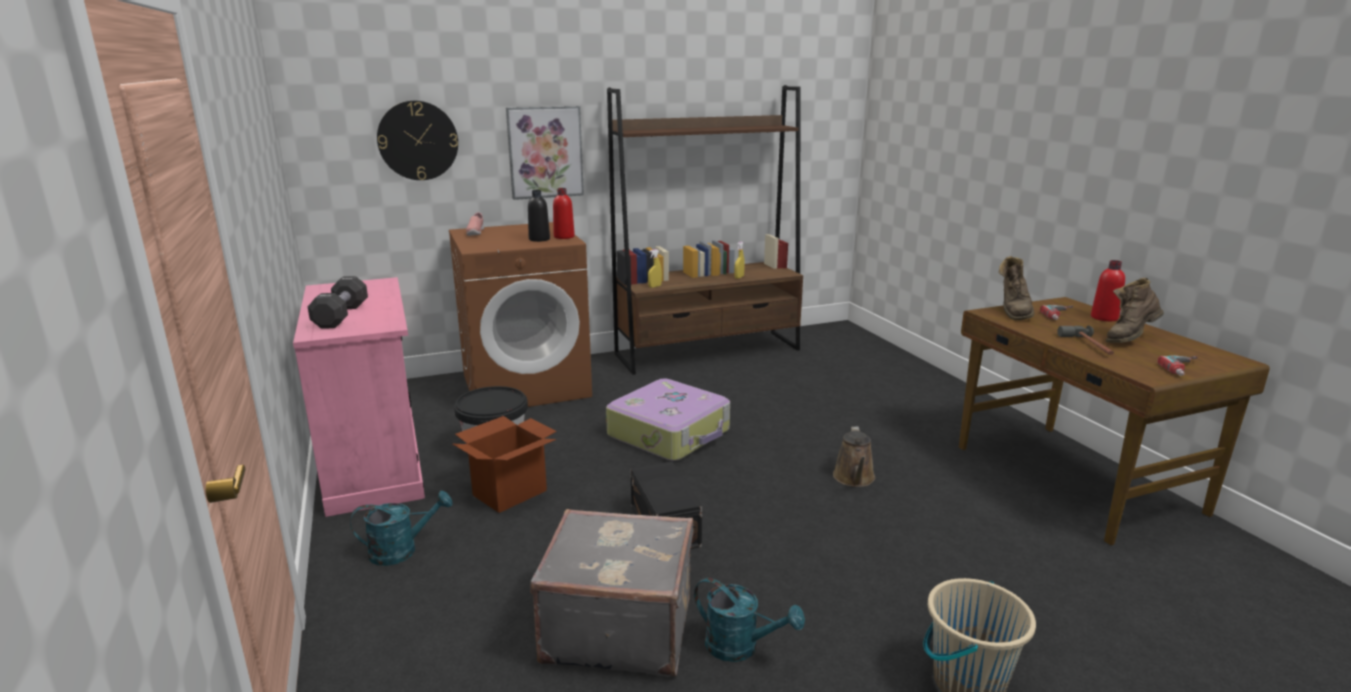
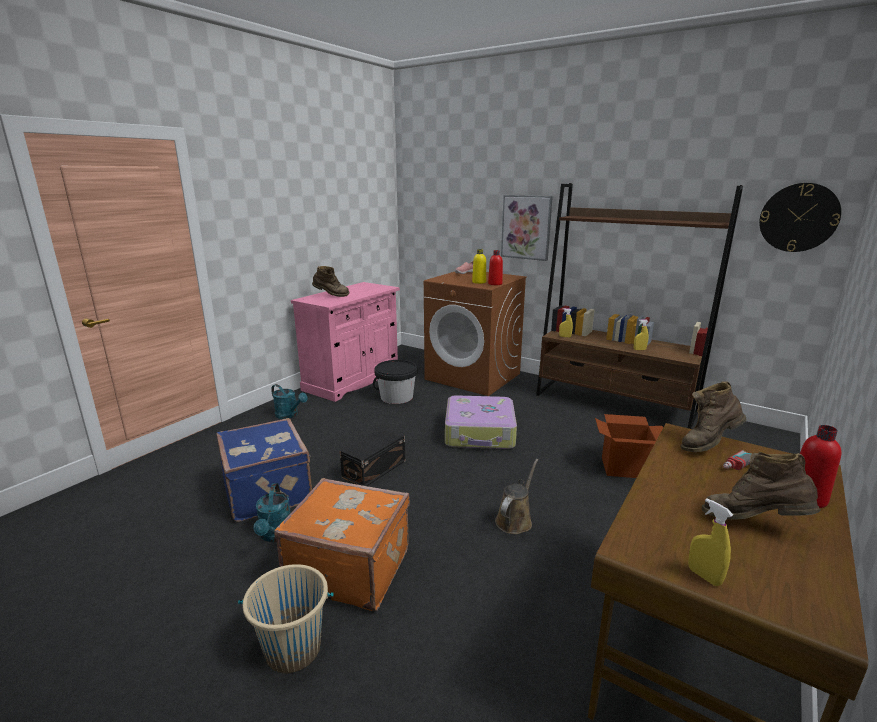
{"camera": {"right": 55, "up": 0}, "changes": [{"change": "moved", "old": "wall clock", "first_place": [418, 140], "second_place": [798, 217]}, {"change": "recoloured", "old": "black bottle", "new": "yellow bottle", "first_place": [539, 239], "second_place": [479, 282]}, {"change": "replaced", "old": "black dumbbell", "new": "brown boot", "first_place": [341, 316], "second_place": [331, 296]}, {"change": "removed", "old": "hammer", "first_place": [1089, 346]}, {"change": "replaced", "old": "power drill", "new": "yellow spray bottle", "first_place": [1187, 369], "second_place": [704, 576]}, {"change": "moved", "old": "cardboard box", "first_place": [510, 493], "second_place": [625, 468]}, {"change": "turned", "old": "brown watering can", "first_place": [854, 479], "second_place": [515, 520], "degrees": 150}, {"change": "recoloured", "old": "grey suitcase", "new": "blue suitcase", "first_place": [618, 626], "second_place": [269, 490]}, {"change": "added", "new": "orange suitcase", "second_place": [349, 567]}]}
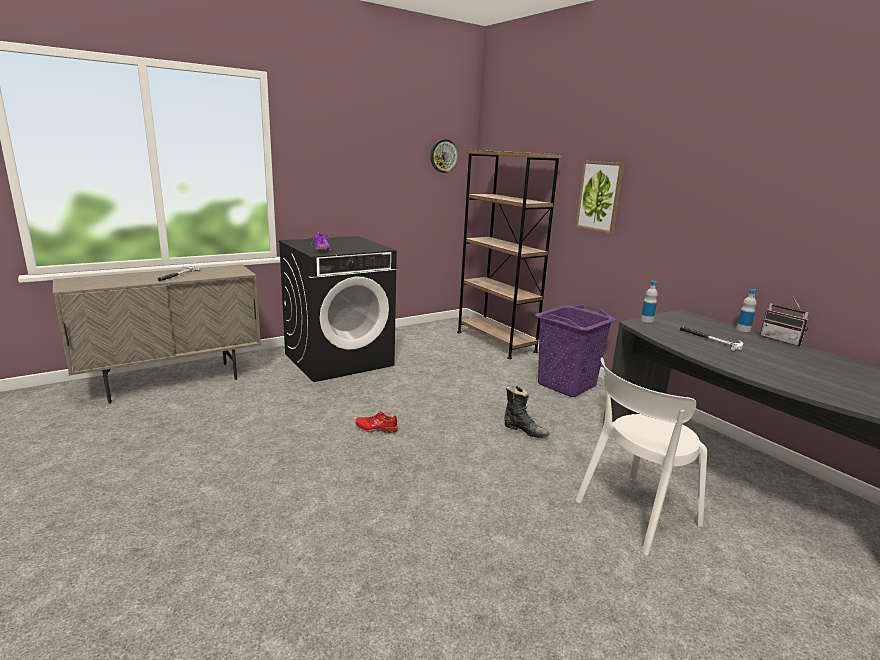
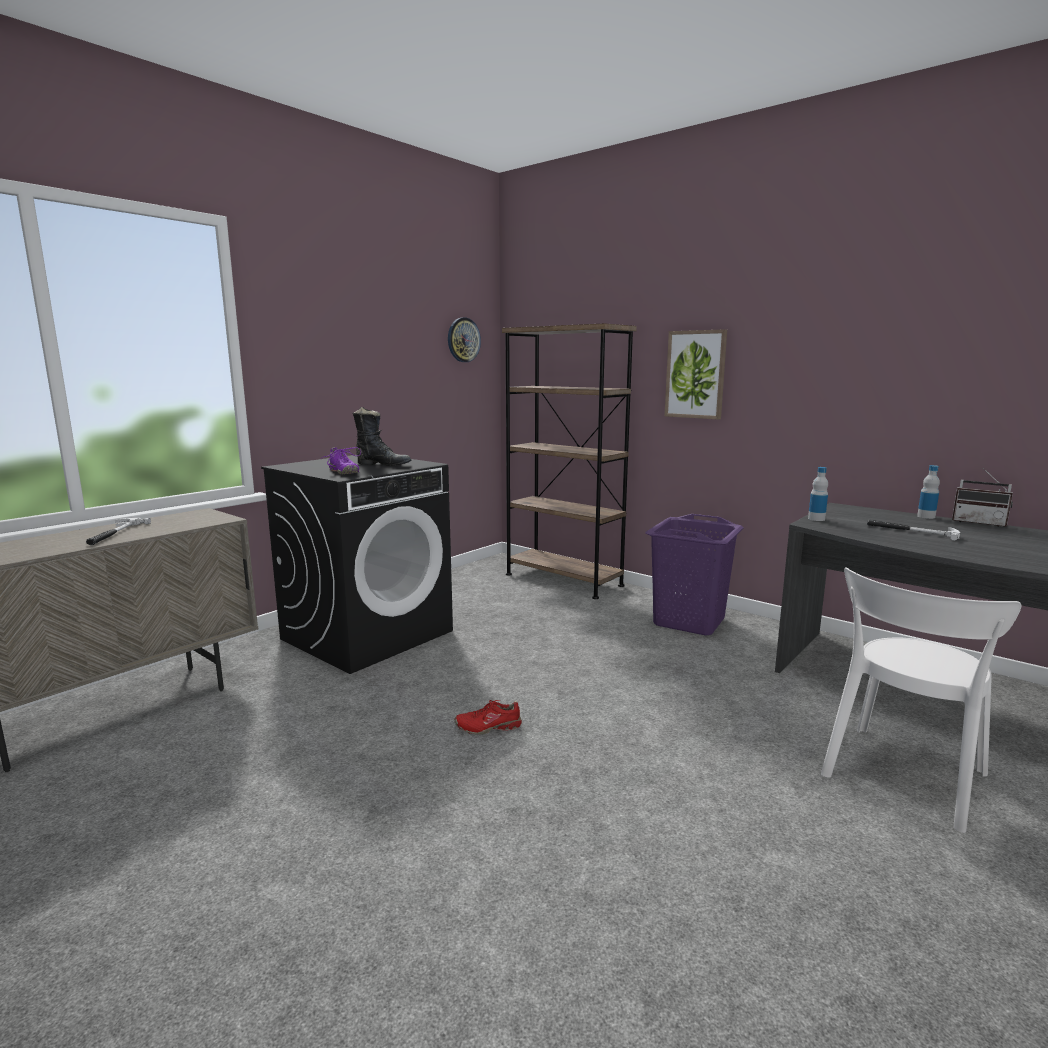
{"camera": {"right": -15, "up": -5}, "changes": [{"change": "moved", "old": "black boot", "first_place": [525, 431], "second_place": [383, 464]}]}
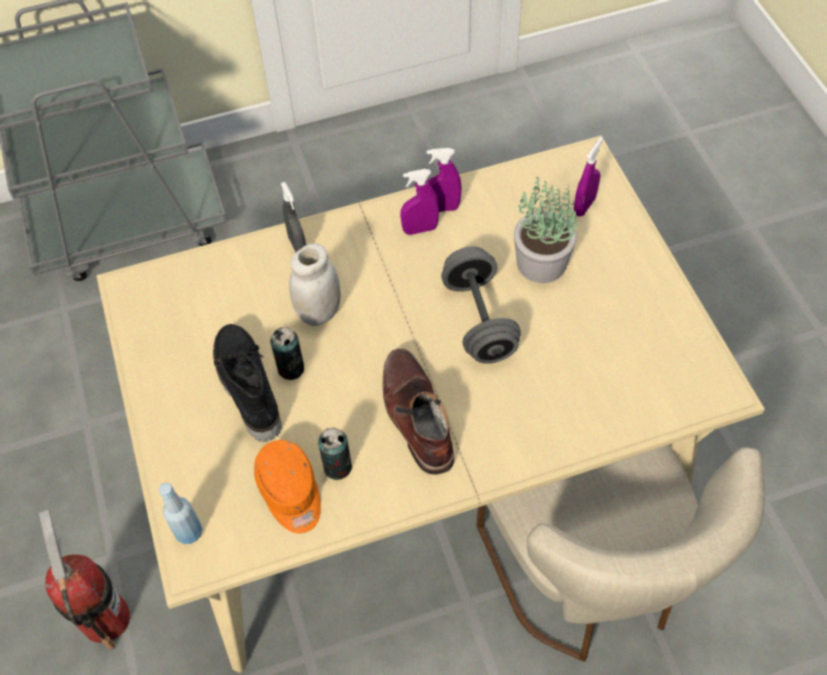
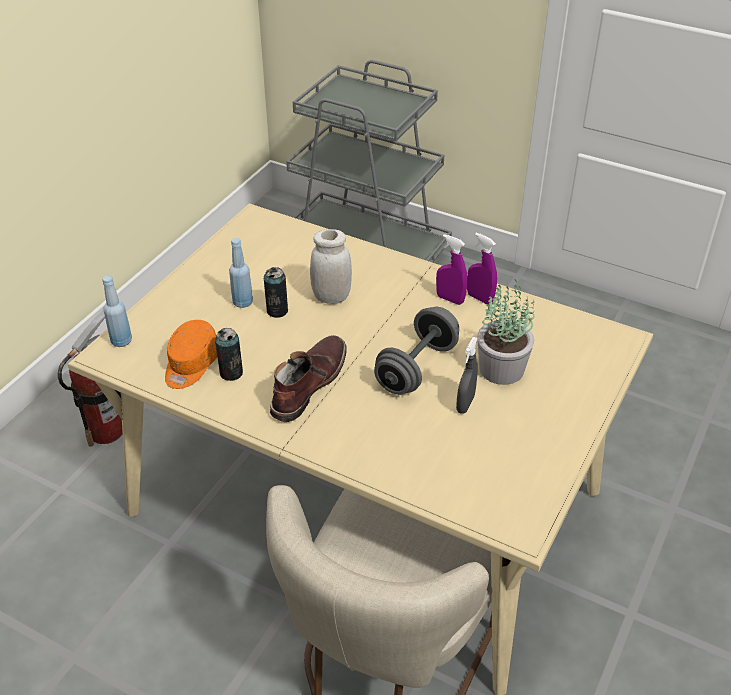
{"camera": {"right": 45, "up": -15}, "changes": [{"change": "removed", "old": "purple spray bottle", "first_place": [584, 206]}, {"change": "moved", "old": "grey spray bottle", "first_place": [297, 245], "second_place": [465, 404]}, {"change": "replaced", "old": "black boot", "new": "blue bottle", "first_place": [247, 388], "second_place": [242, 302]}]}
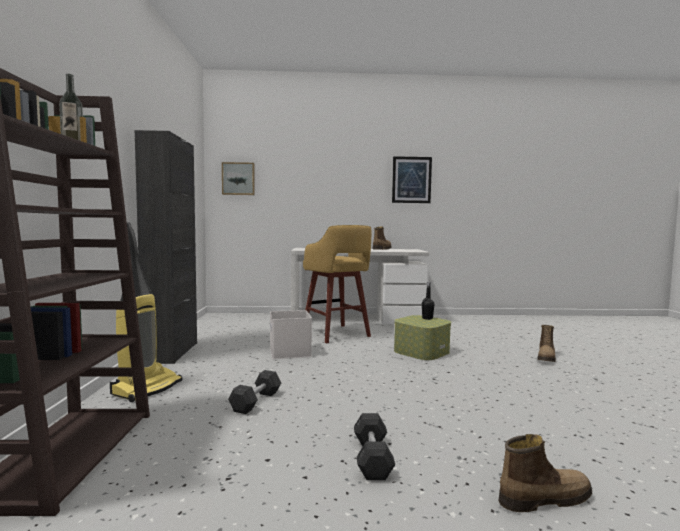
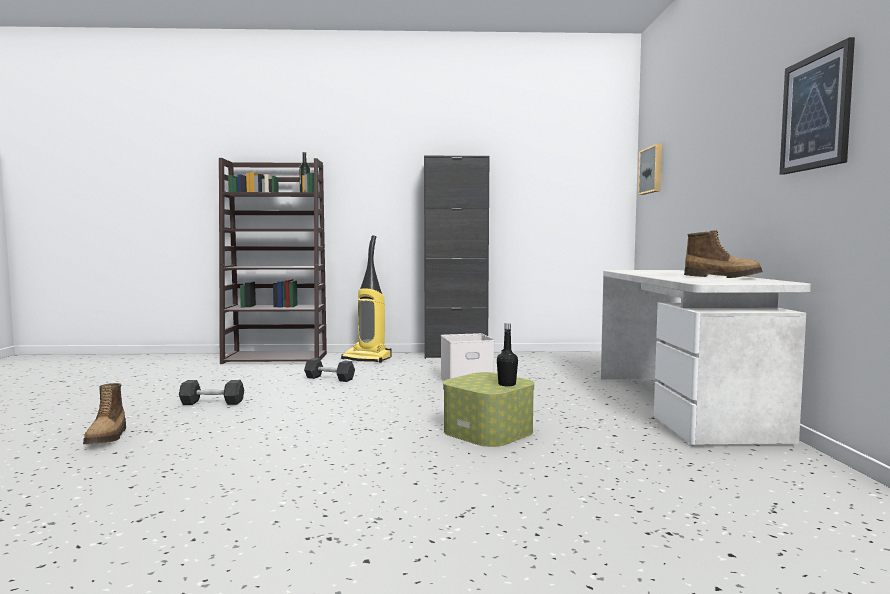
{"camera": {"right": 90, "up": 0}, "changes": [{"change": "removed", "old": "yellow stool", "first_place": [336, 334]}, {"change": "removed", "old": "boot", "first_place": [546, 358]}]}
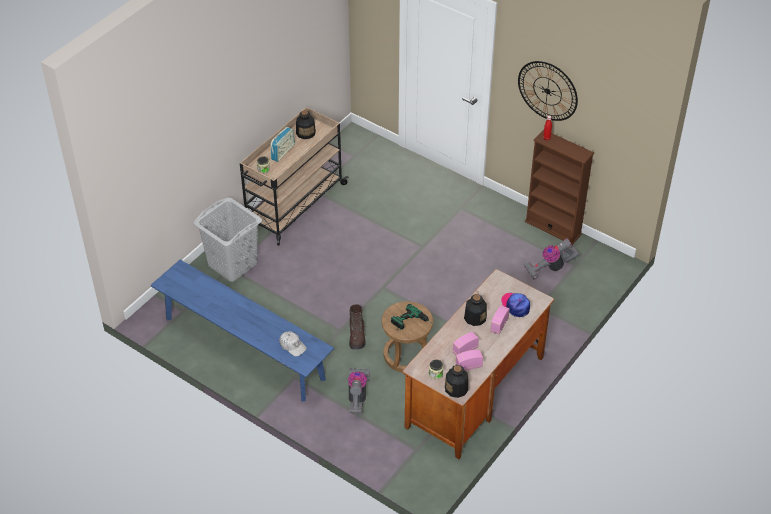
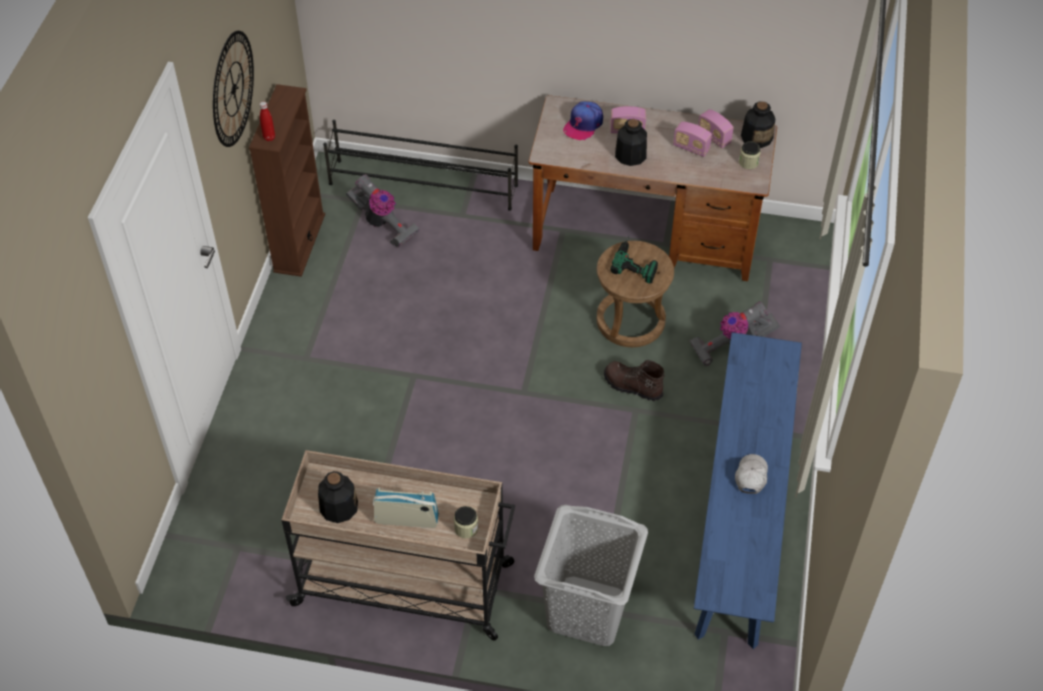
{"camera": {"right": -115, "up": 5}, "changes": [{"change": "turned", "old": "brown boot", "first_place": [357, 336], "second_place": [632, 387], "degrees": -120}, {"change": "moved", "old": "white cap", "first_place": [292, 346], "second_place": [751, 476]}, {"change": "added", "new": "black shoe rack", "second_place": [424, 185]}]}
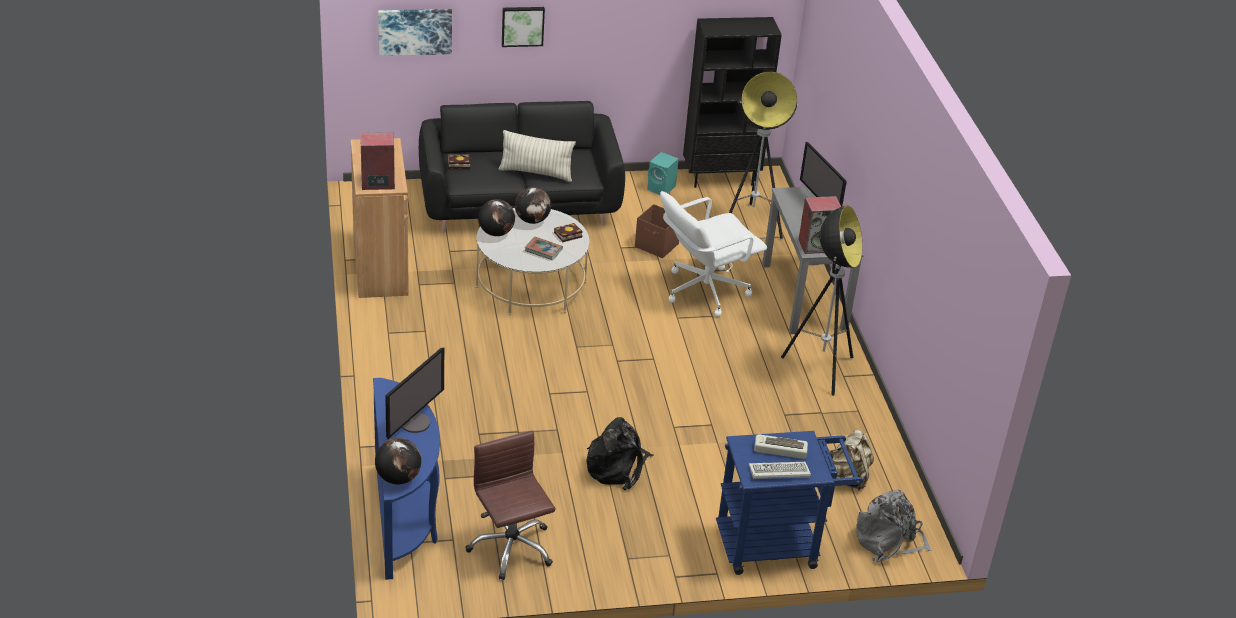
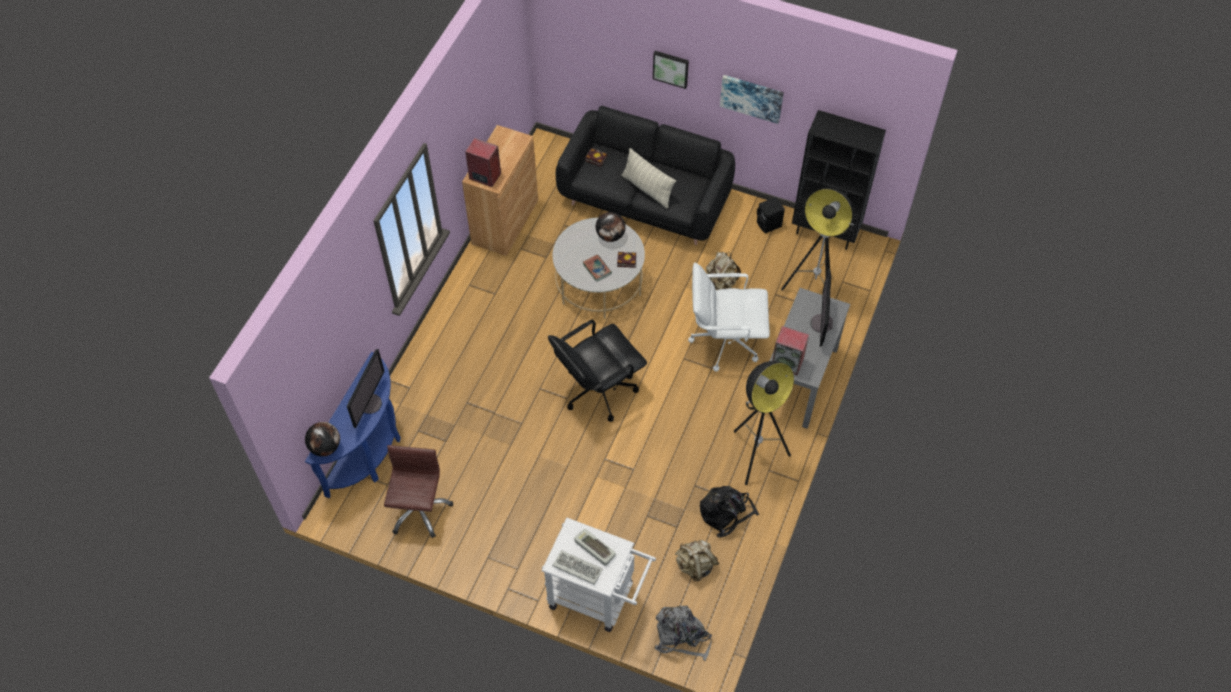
{"camera": {"right": 35, "up": 20}, "changes": [{"change": "moved", "old": "picture", "first_place": [415, 31], "second_place": [751, 97]}, {"change": "recoloured", "old": "turquoise speaker", "new": "black speaker", "first_place": [662, 188], "second_place": [769, 225]}, {"change": "removed", "old": "globe", "first_place": [496, 233]}, {"change": "replaced", "old": "brown storage box", "new": "beige backpack", "first_place": [657, 246], "second_place": [721, 281]}, {"change": "turned", "old": "monitor", "first_place": [414, 422], "second_place": [369, 403], "degrees": -45}, {"change": "moved", "old": "black backpack", "first_place": [617, 467], "second_place": [726, 513]}, {"change": "recoloured", "old": "blue cart", "new": "white cart", "first_place": [776, 544], "second_place": [598, 597]}, {"change": "added", "new": "black office chair", "second_place": [598, 390]}]}
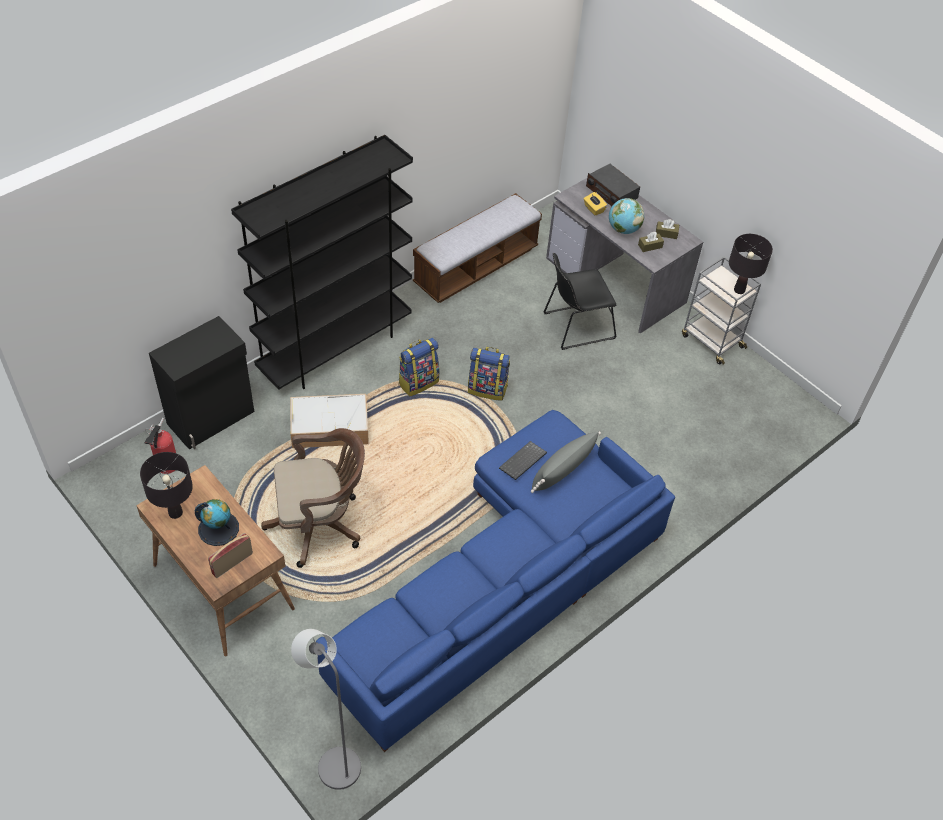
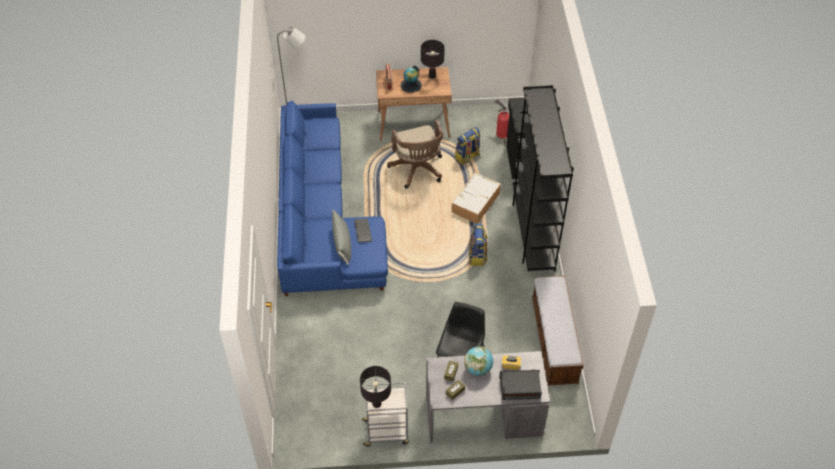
{"camera": {"right": 130, "up": 0}, "changes": [{"change": "moved", "old": "backpack", "first_place": [487, 389], "second_place": [467, 157]}, {"change": "turned", "old": "brown office chair", "first_place": [320, 524], "second_place": [417, 170], "degrees": -45}]}
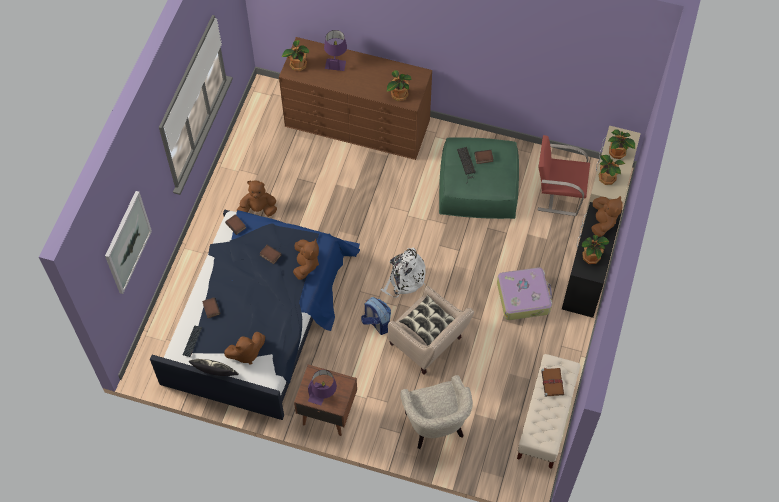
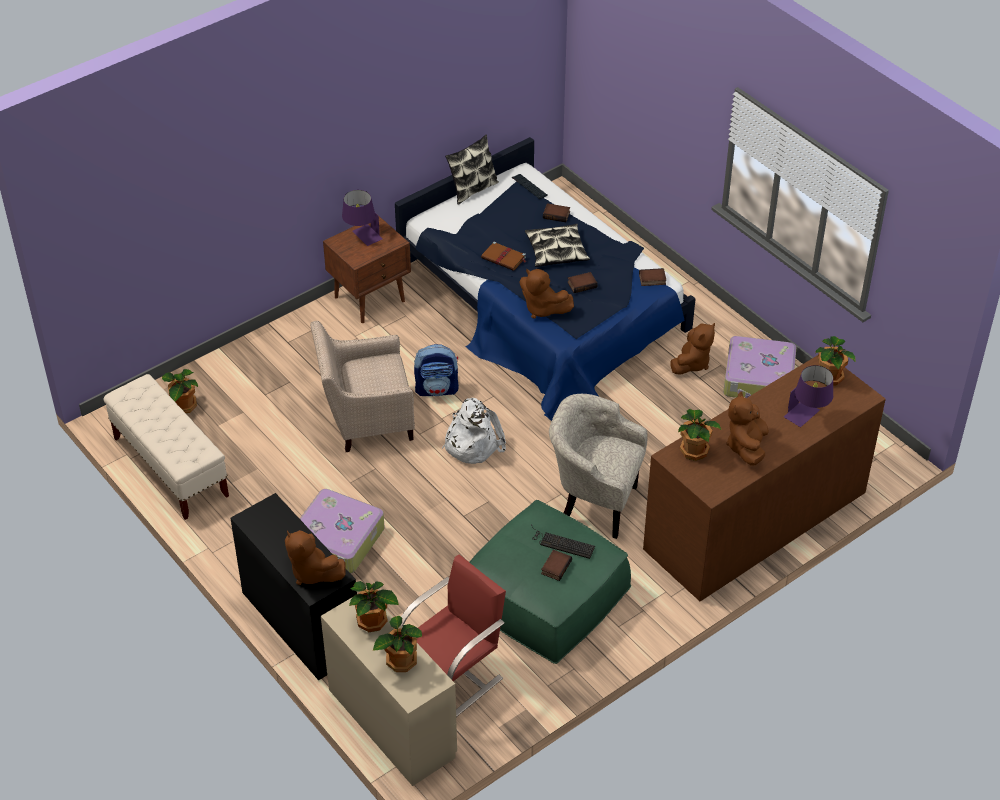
{"camera": {"right": 125, "up": -15}, "changes": [{"change": "removed", "old": "picture", "first_place": [127, 242]}, {"change": "moved", "old": "potted plant", "first_place": [592, 257], "second_place": [183, 406]}, {"change": "moved", "old": "pillow", "first_place": [428, 323], "second_place": [556, 251]}, {"change": "moved", "old": "brown plush toy", "first_place": [246, 353], "second_place": [746, 447]}, {"change": "moved", "old": "brown book", "first_place": [552, 382], "second_place": [504, 258]}, {"change": "moved", "old": "beige armchair", "first_place": [436, 427], "second_place": [593, 503]}, {"change": "added", "new": "suitcase", "second_place": [759, 379]}]}
